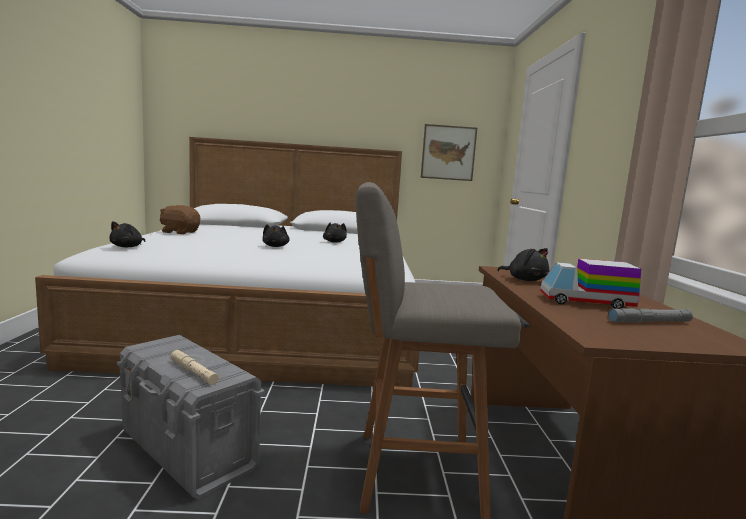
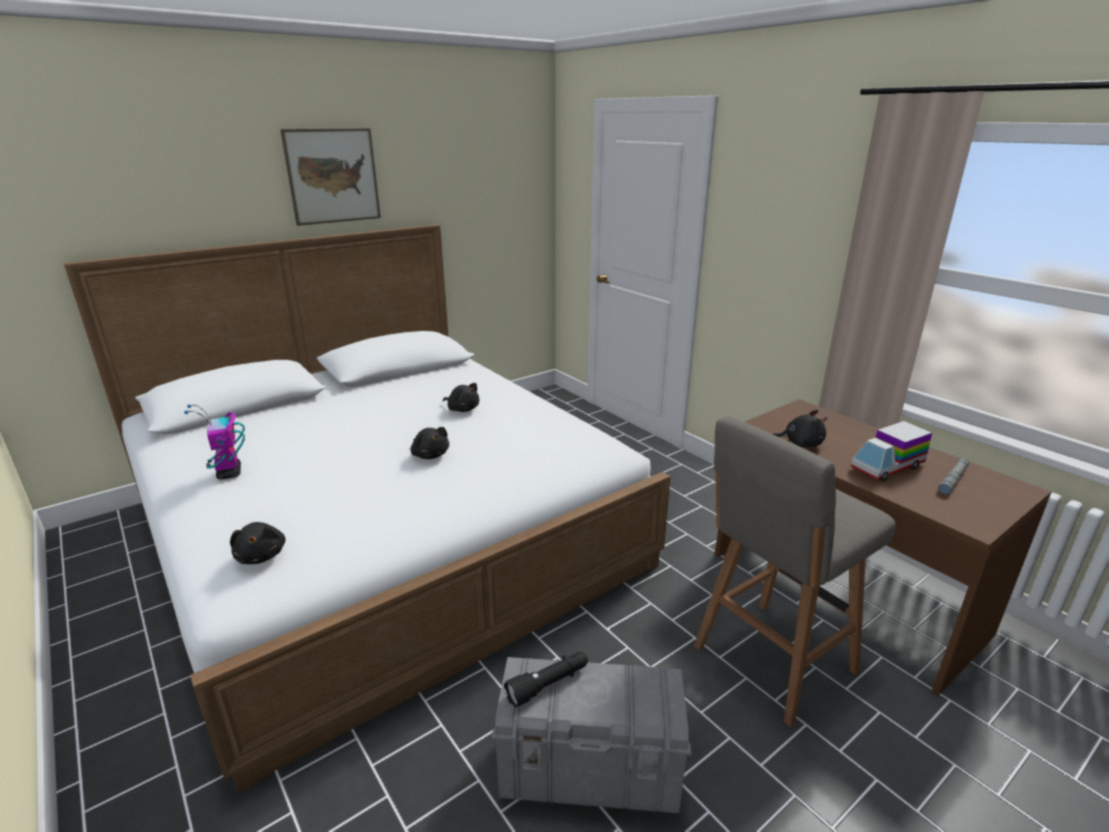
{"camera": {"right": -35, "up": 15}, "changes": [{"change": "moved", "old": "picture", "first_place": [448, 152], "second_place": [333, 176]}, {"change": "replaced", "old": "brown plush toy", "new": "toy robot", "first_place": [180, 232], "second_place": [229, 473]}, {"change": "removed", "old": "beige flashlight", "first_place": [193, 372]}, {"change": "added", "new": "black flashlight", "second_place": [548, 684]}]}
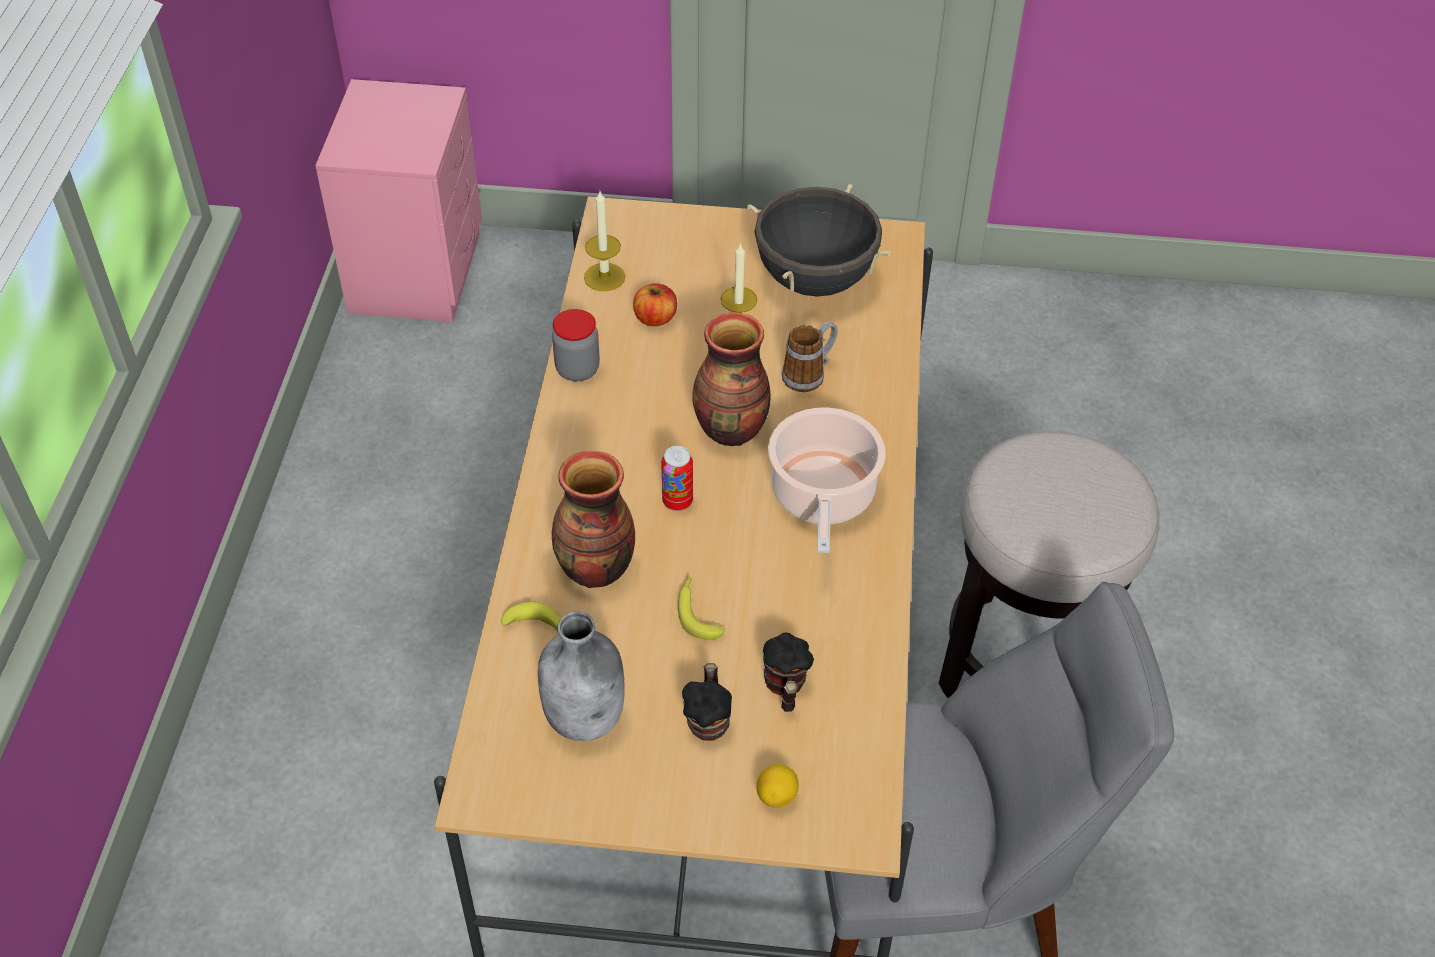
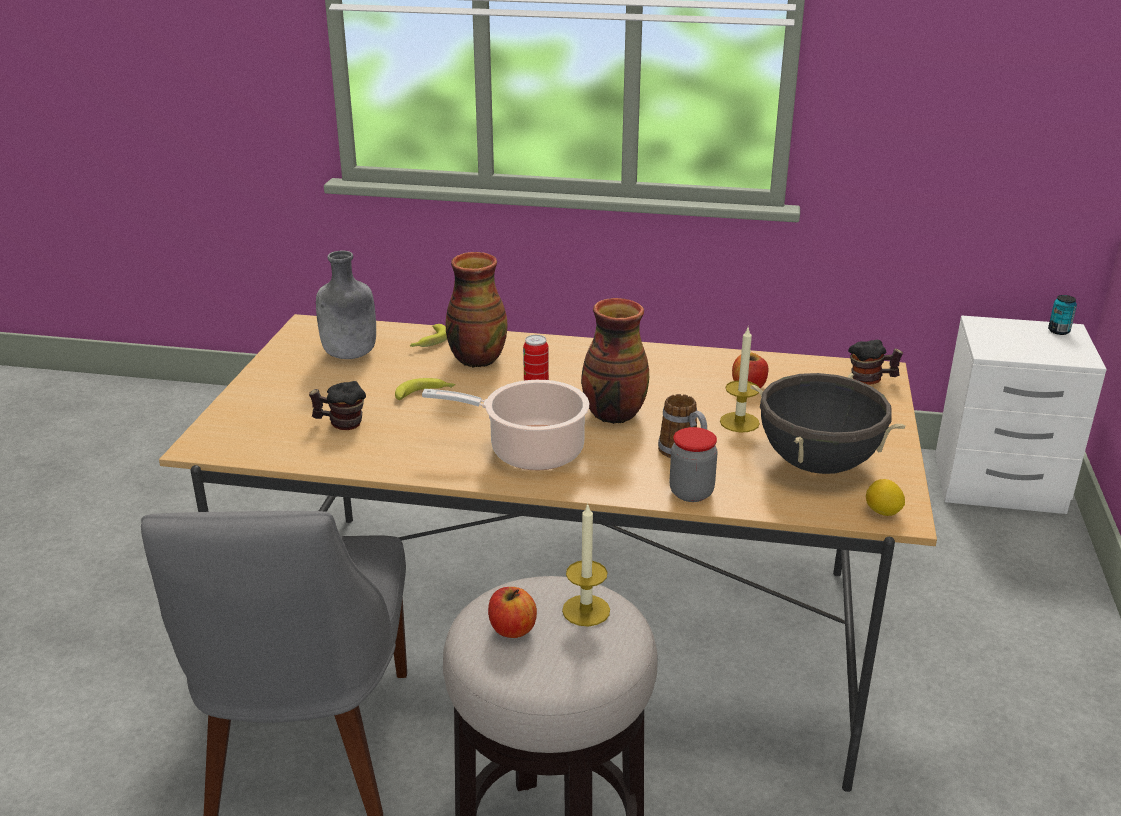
{"camera": {"right": 95, "up": -20}, "changes": [{"change": "recoloured", "old": "pink nightstand", "new": "white nightstand", "first_place": [419, 271], "second_place": [1001, 485]}, {"change": "moved", "old": "candle", "first_place": [604, 277], "second_place": [586, 610]}, {"change": "moved", "old": "jar", "first_place": [577, 369], "second_place": [691, 493]}, {"change": "moved", "old": "mug", "first_place": [709, 719], "second_place": [871, 380]}, {"change": "moved", "old": "lemon", "first_place": [777, 796], "second_place": [882, 512]}, {"change": "added", "new": "can", "second_place": [1058, 331]}, {"change": "added", "new": "apple", "second_place": [512, 629]}]}
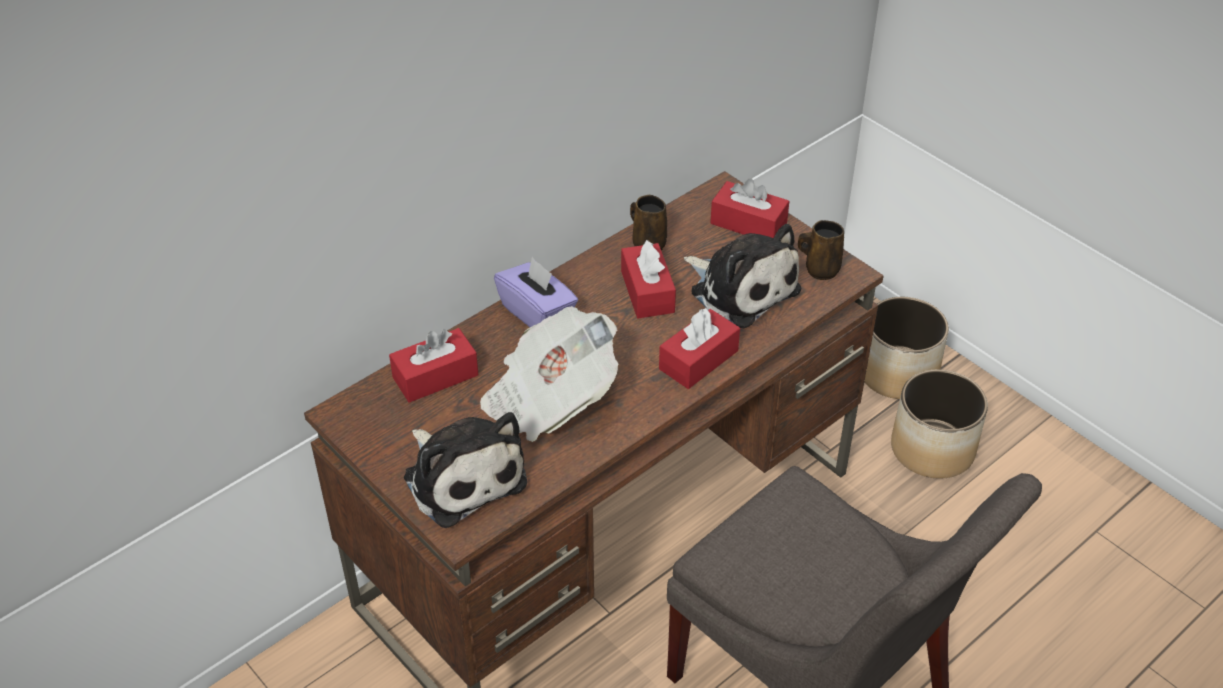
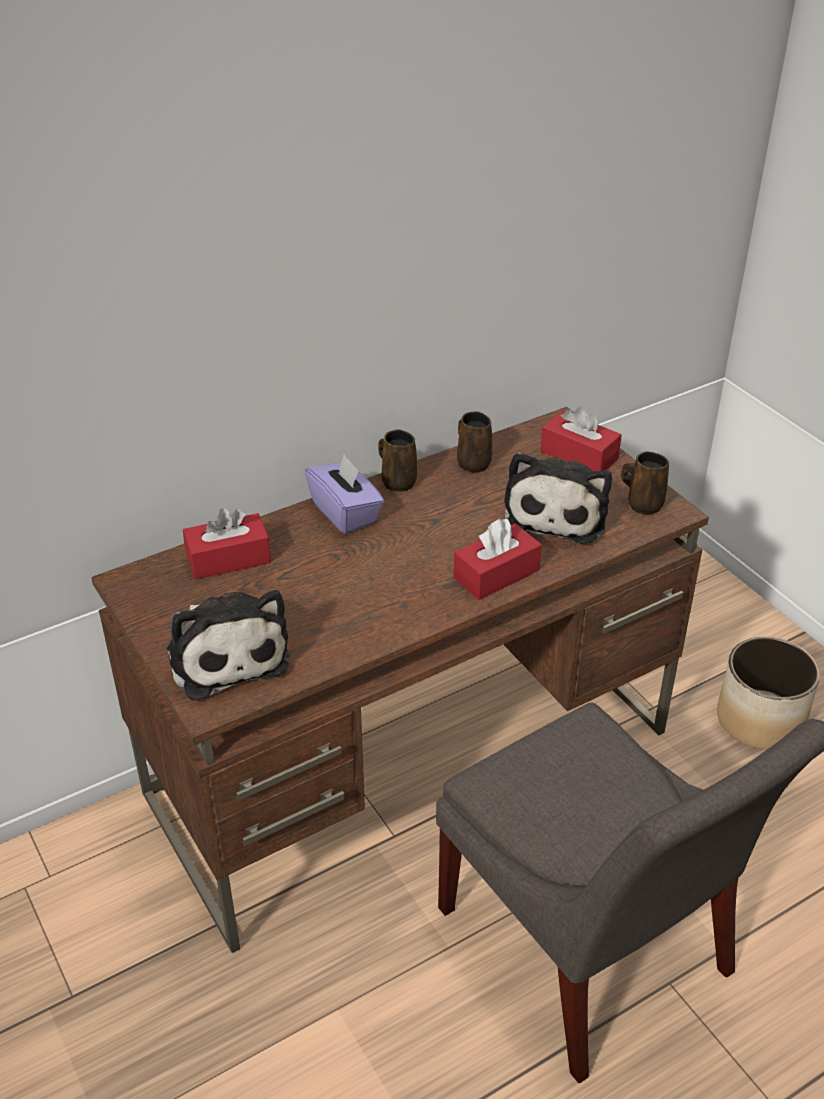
{"camera": {"right": 10, "up": -5}, "changes": [{"change": "turned", "old": "plush toy", "first_place": [741, 288], "second_place": [557, 513], "degrees": 45}, {"change": "removed", "old": "red tissue box", "first_place": [647, 292]}, {"change": "removed", "old": "planter", "first_place": [896, 373]}, {"change": "removed", "old": "newspaper", "first_place": [549, 398]}, {"change": "added", "new": "brown mug", "second_place": [397, 481]}]}
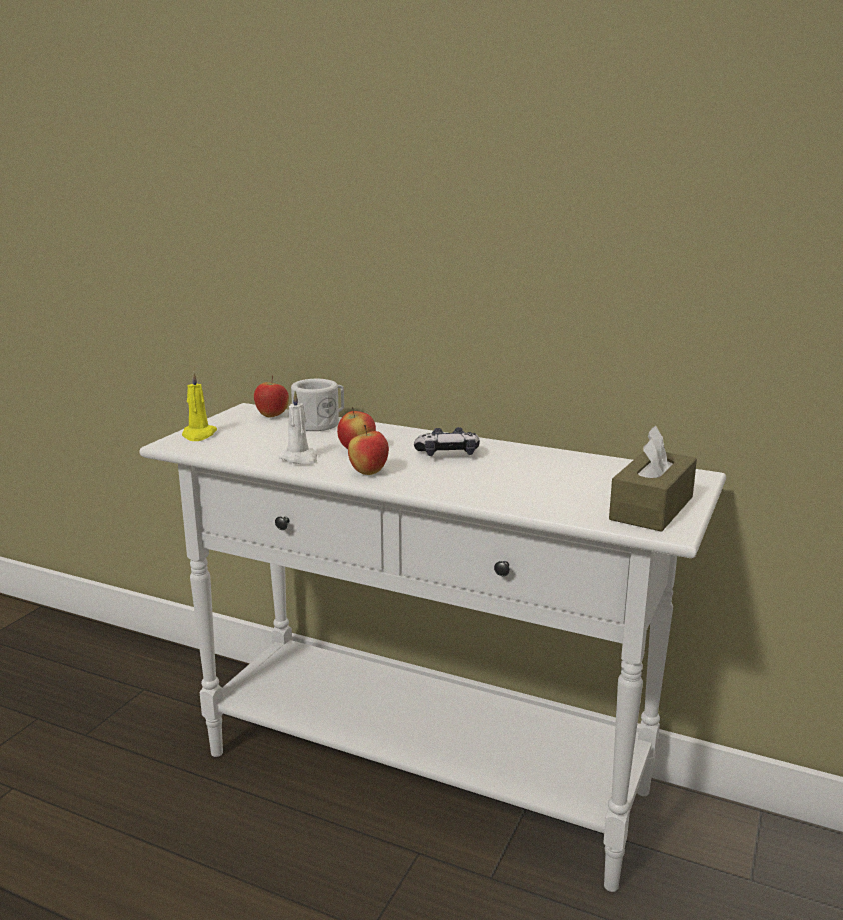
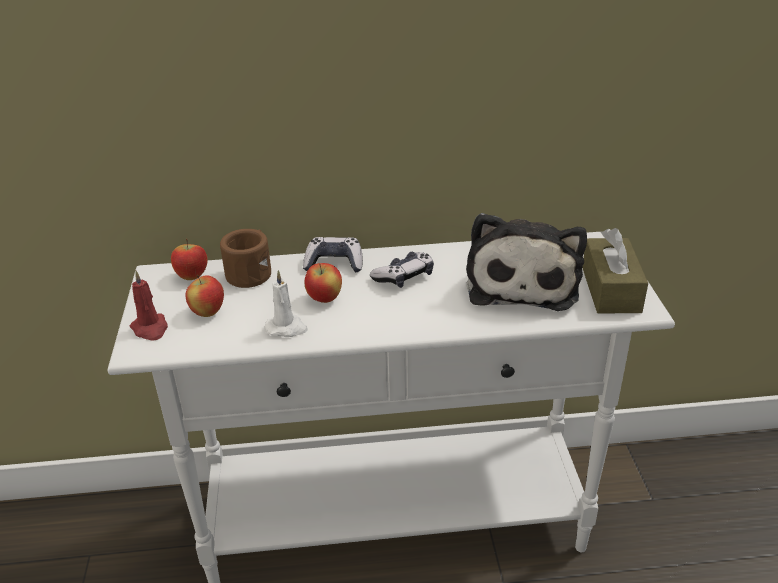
{"camera": {"right": -30, "up": 15}, "changes": [{"change": "recoloured", "old": "yellow candle", "new": "red candle", "first_place": [198, 435], "second_place": [150, 329]}, {"change": "recoloured", "old": "white mug", "new": "brown mug", "first_place": [321, 423], "second_place": [251, 272]}, {"change": "moved", "old": "apple", "first_place": [368, 472], "second_place": [208, 312]}, {"change": "added", "new": "plush toy", "second_place": [522, 281]}, {"change": "added", "new": "game controller", "second_place": [334, 263]}]}
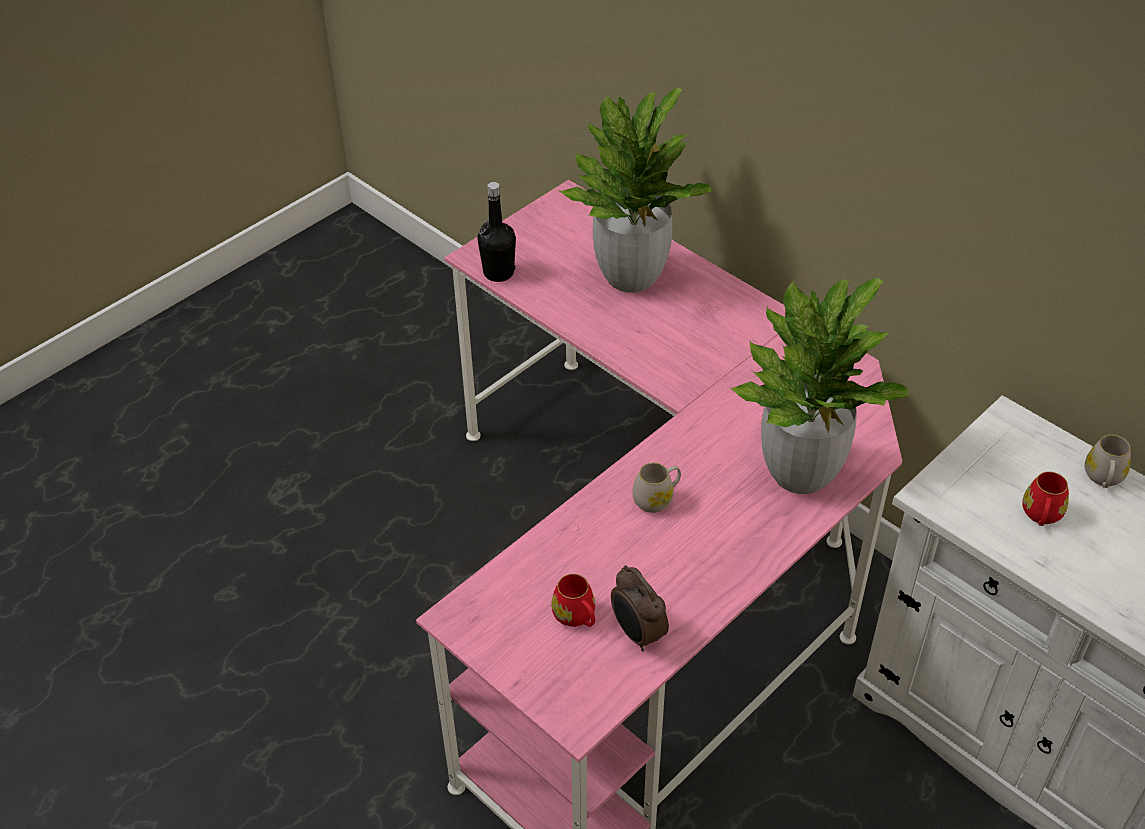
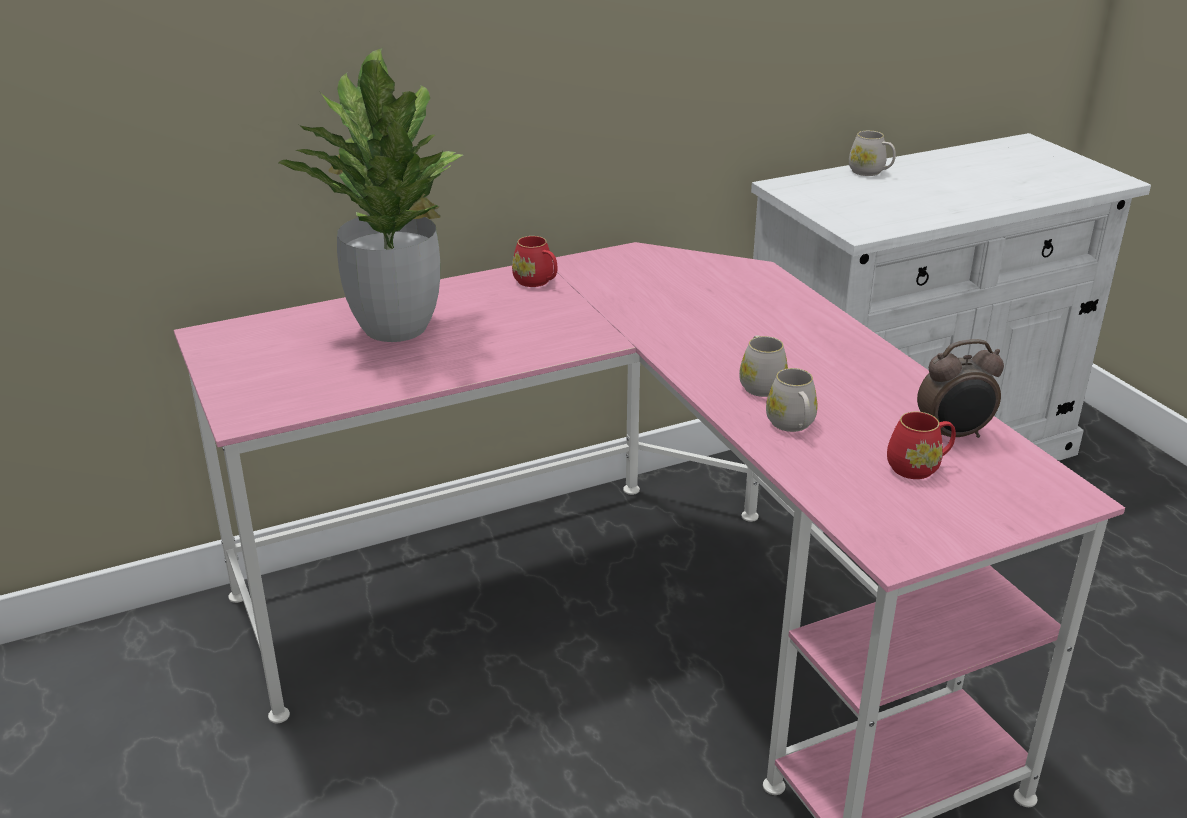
{"camera": {"right": -70, "up": -15}, "changes": [{"change": "removed", "old": "black bottle", "first_place": [498, 273]}, {"change": "removed", "old": "potted plant", "first_place": [801, 472]}, {"change": "moved", "old": "red mug", "first_place": [1041, 516], "second_place": [537, 282]}, {"change": "added", "new": "white mug", "second_place": [792, 425]}]}
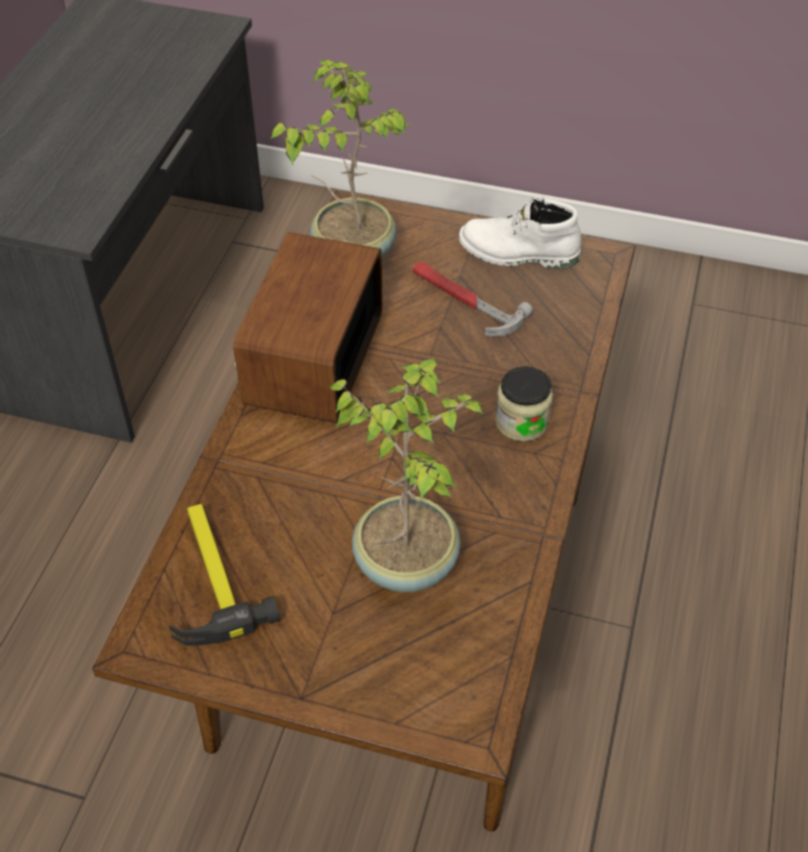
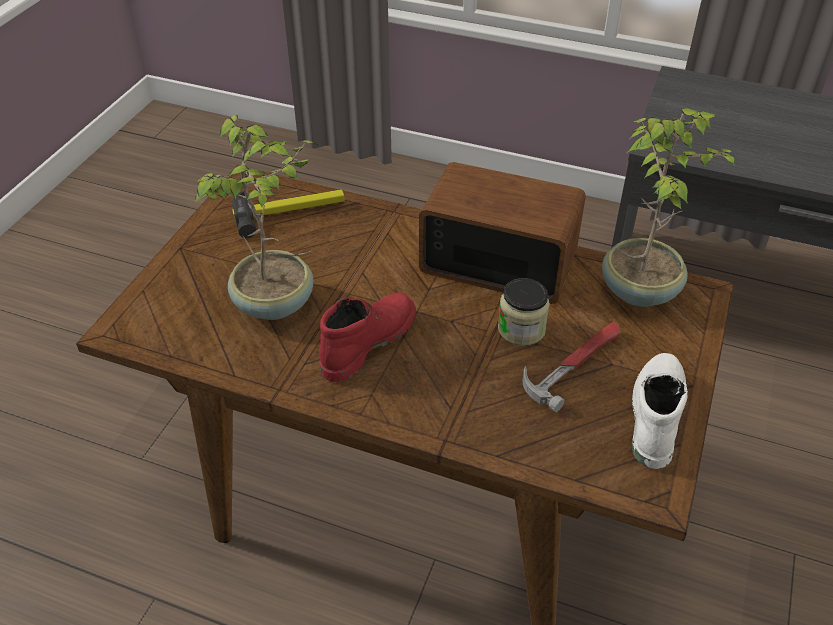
{"camera": {"right": 95, "up": -5}, "changes": [{"change": "moved", "old": "jar", "first_place": [521, 422], "second_place": [521, 329]}, {"change": "added", "new": "red boot", "second_place": [367, 342]}]}
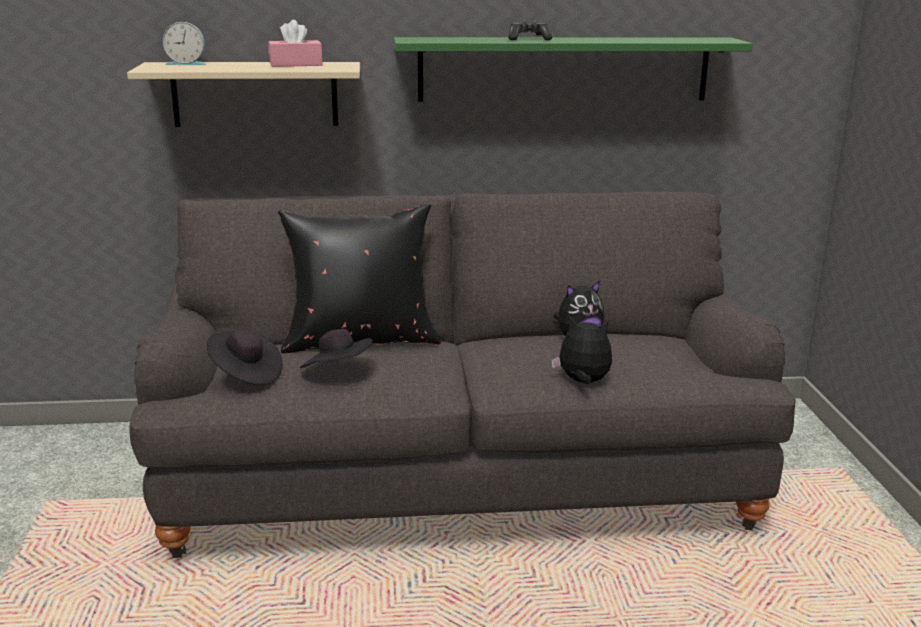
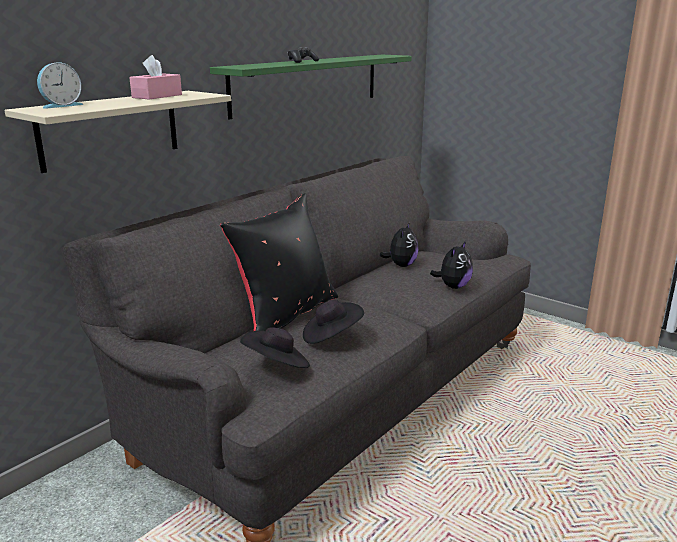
{"camera": {"right": -45, "up": 0}, "changes": [{"change": "turned", "old": "plush toy", "first_place": [583, 382], "second_place": [453, 286], "degrees": 150}]}
